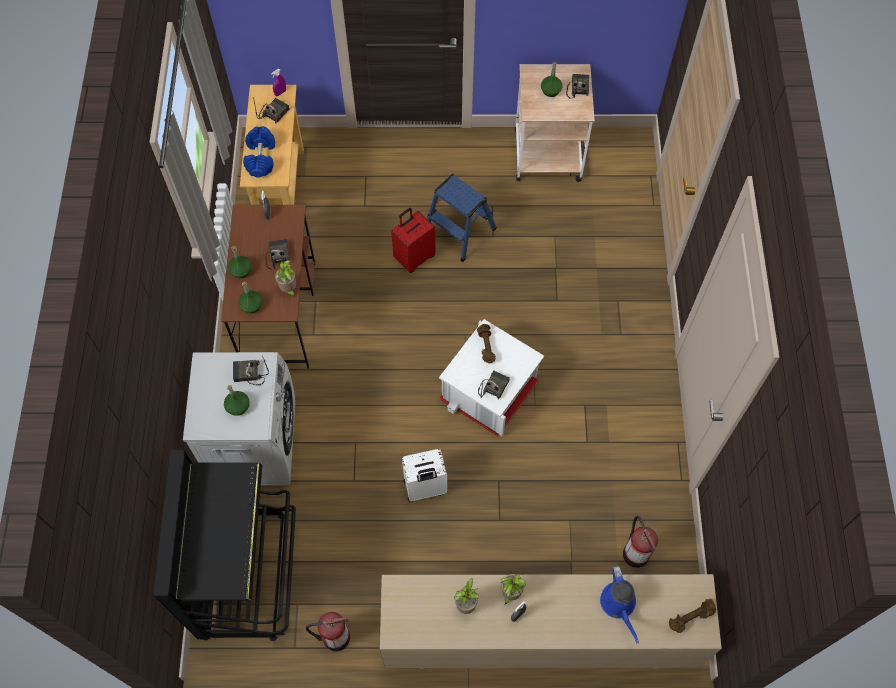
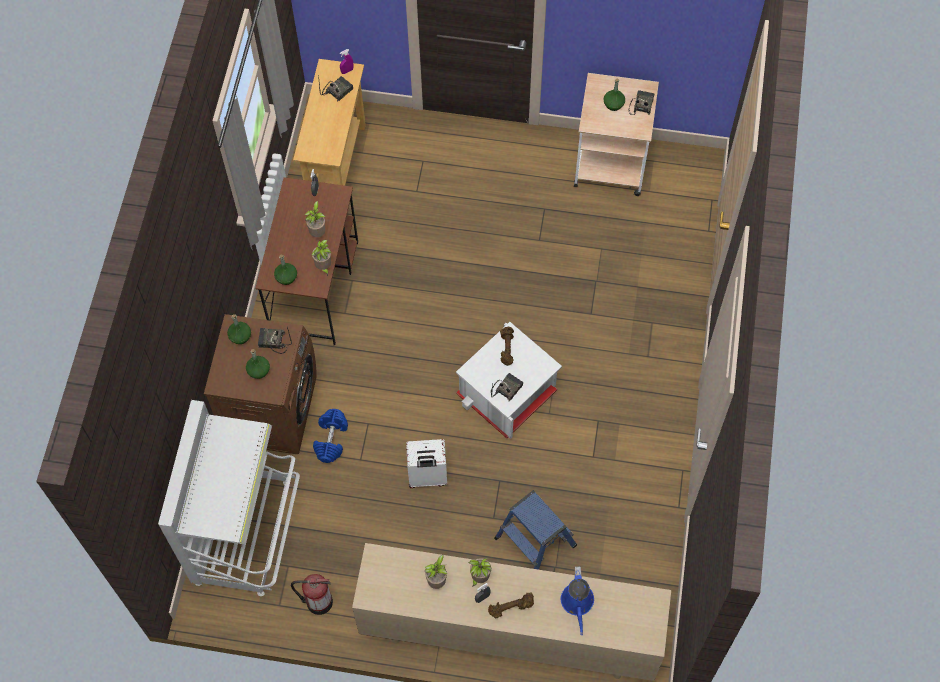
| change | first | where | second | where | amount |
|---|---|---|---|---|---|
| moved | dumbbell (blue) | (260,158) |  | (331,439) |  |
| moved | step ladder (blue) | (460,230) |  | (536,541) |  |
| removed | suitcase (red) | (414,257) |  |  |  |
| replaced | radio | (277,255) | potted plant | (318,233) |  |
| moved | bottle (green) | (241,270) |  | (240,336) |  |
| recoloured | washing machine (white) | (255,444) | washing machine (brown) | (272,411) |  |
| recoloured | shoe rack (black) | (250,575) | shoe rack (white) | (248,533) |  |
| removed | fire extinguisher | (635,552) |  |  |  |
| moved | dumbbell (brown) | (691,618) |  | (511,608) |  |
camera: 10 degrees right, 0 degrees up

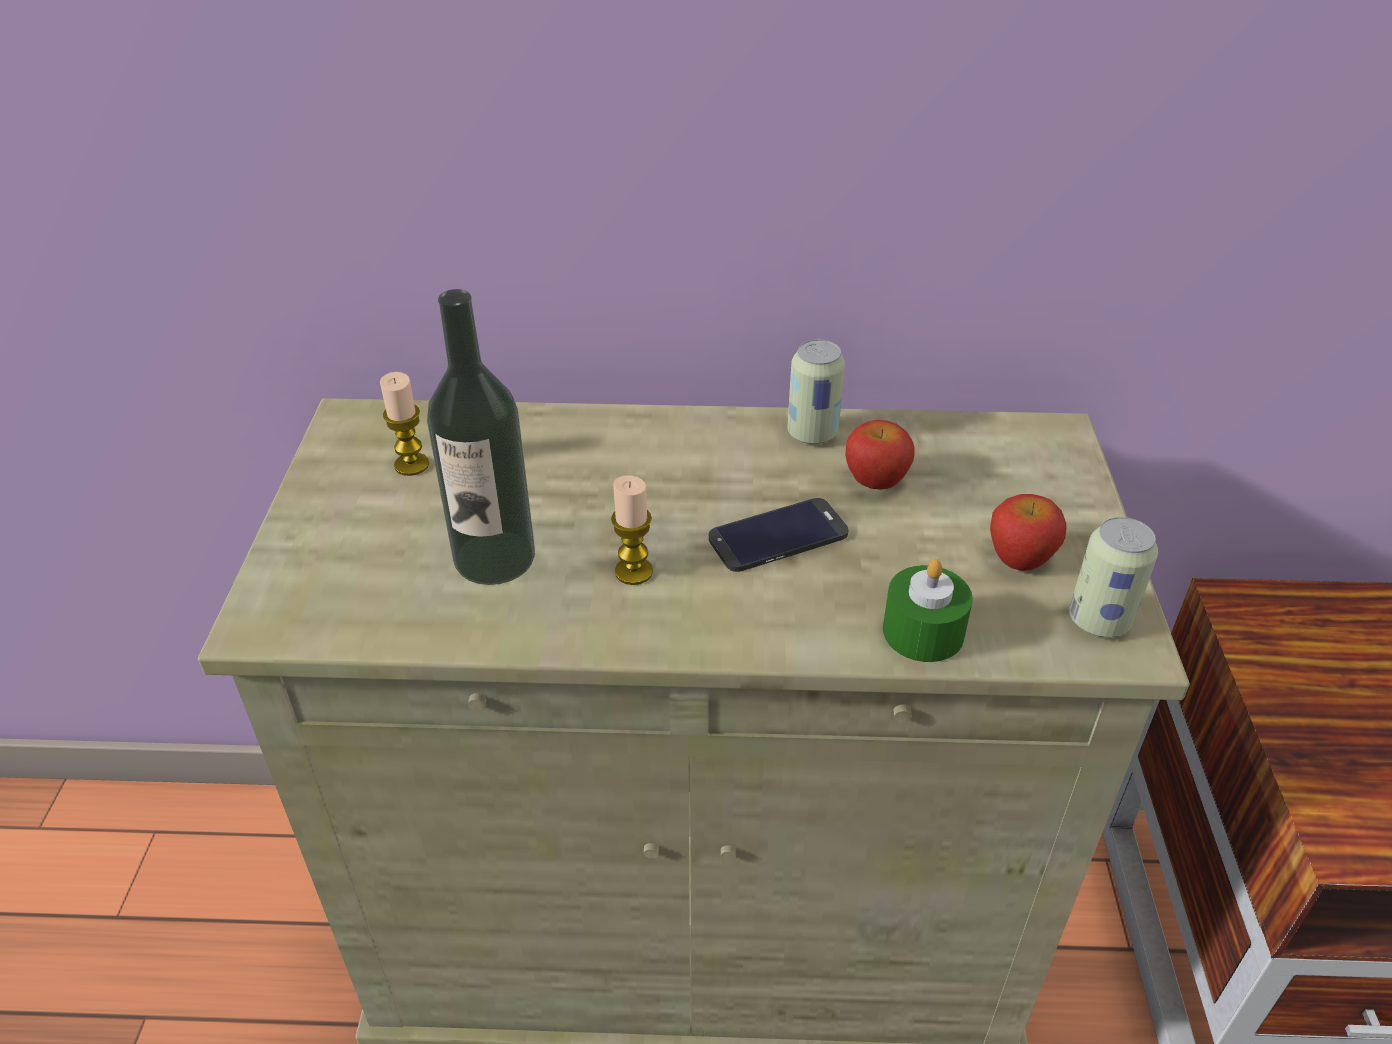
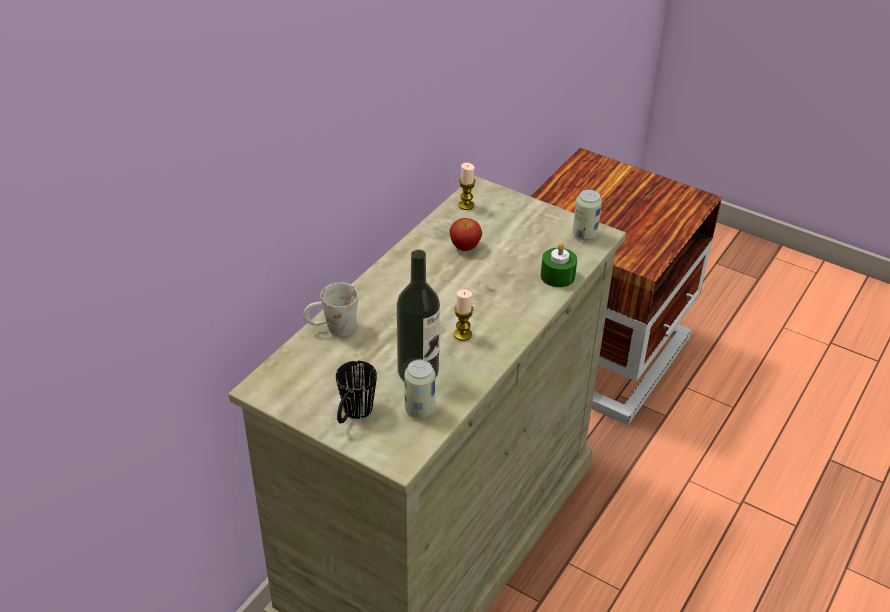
| change | first | where | second | where | amount |
|---|---|---|---|---|---|
| moved | can | (812,433) |  | (419,409) |  |
| moved | candle | (411,465) |  | (466,205) |  |
| removed | apple | (1020,558) |  |  |  |
| removed | phone | (778,536) |  |  |  |
| added |  |  | mug (white) | (332,329) |  |
| added |  |  | mug (black) | (353,415) |  |
camera: 60 degrees left, 0 degrees up

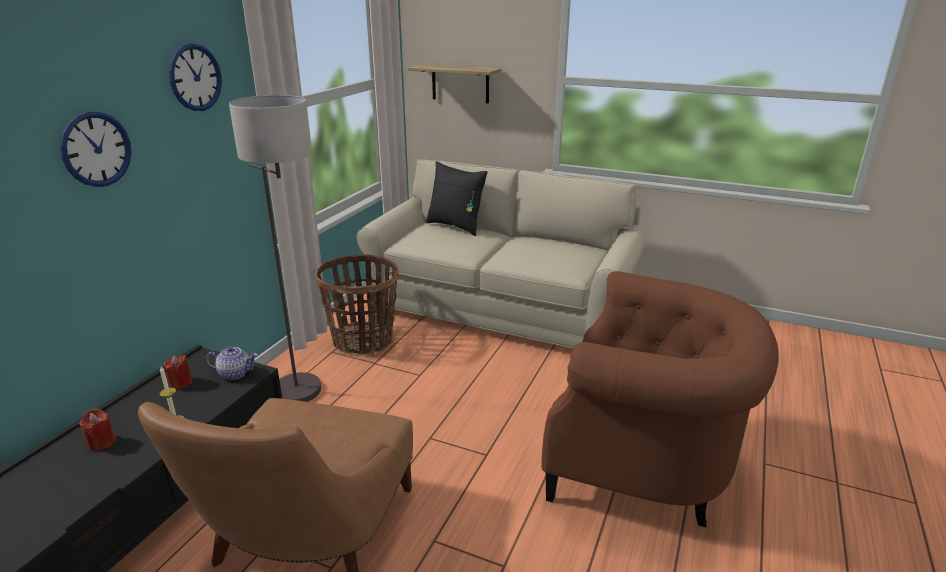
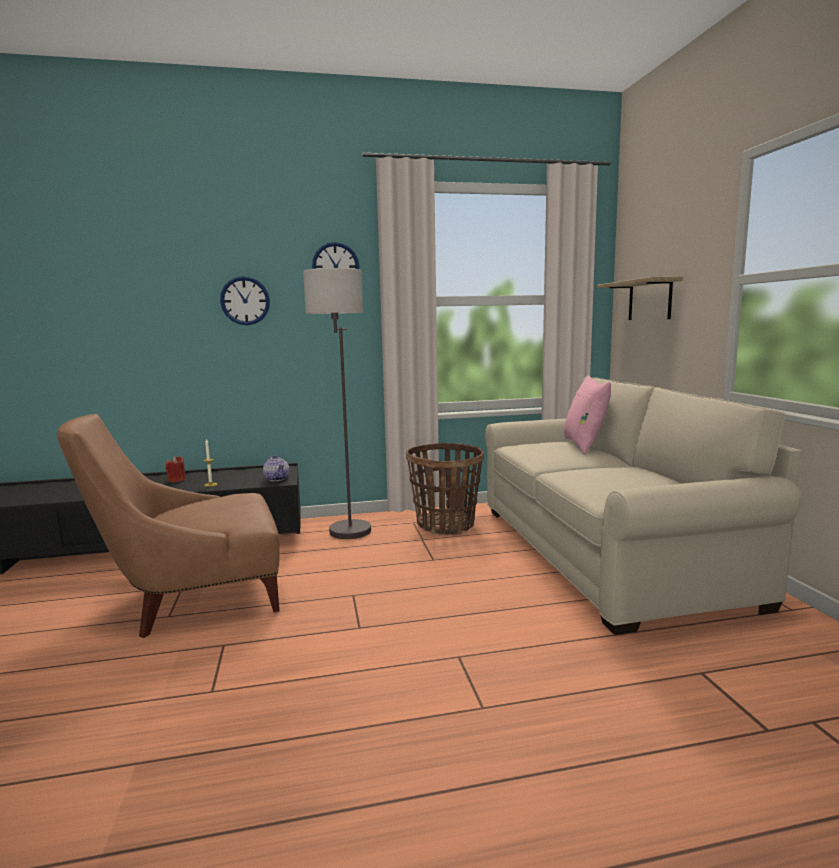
| change | first | where | second | where | amount |
|---|---|---|---|---|---|
| recoloured | pillow (black) | (455,226) | pillow (pink) | (584,446) |  |
| removed | armchair (brown) | (641,469) |  |  |  |
| removed | candle (red) | (180,383) |  |  |  |
camera: 55 degrees right, 15 degrees down

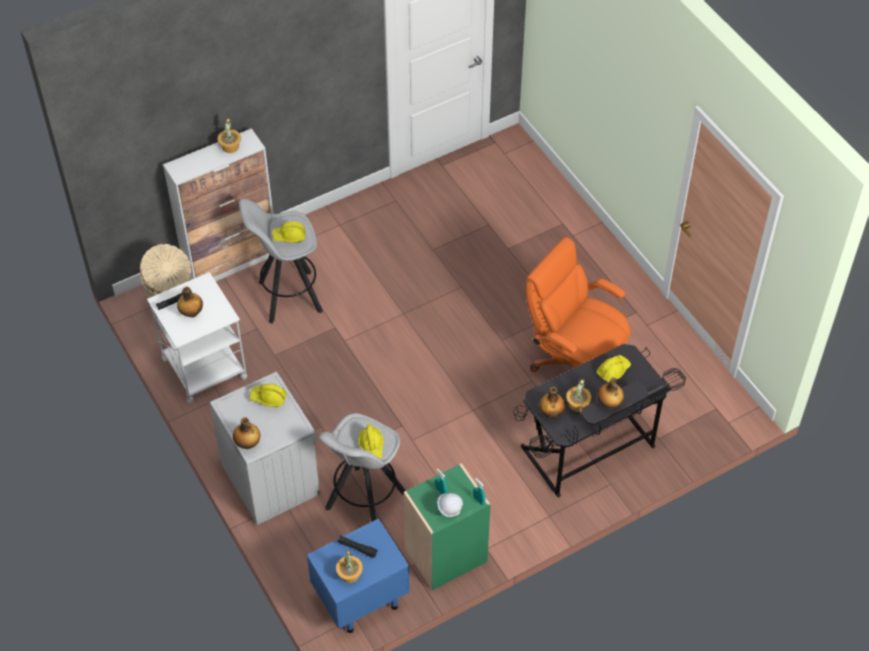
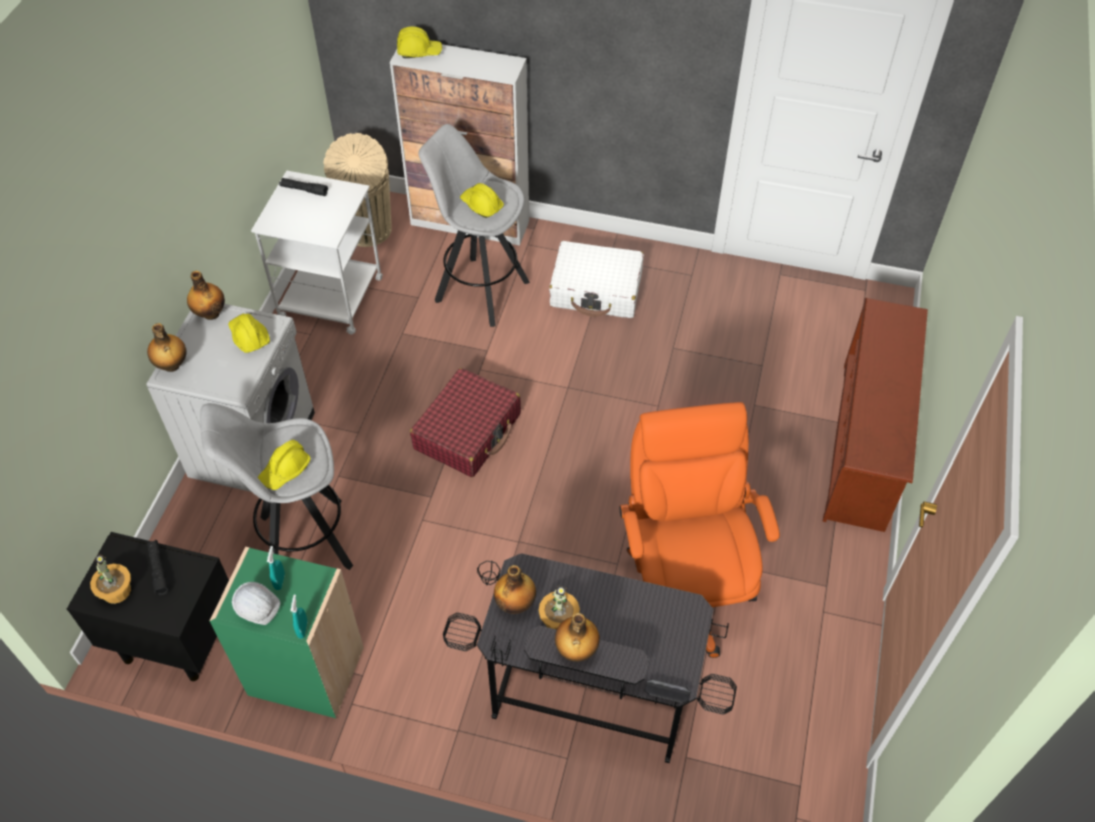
| change | first | where | second | where | amount |
|---|---|---|---|---|---|
| removed | potted plant | (230,146) |  |  |  |
| moved | bottle | (191,313) |  | (210,313) |  |
| moved | hard hat (yellow) | (613,370) |  | (419,52) |  |
| recoloured | nightstand (blue) | (360,600) | nightstand (black) | (174,638) |  |
| added |  |  | suitcase (white) | (596,290) |  |
| added |  |  | shoe rack (brown) | (865,445) |  |
| added |  |  | suitcase (red) | (468,431) |  |
camera: 45 degrees right, 0 degrees up

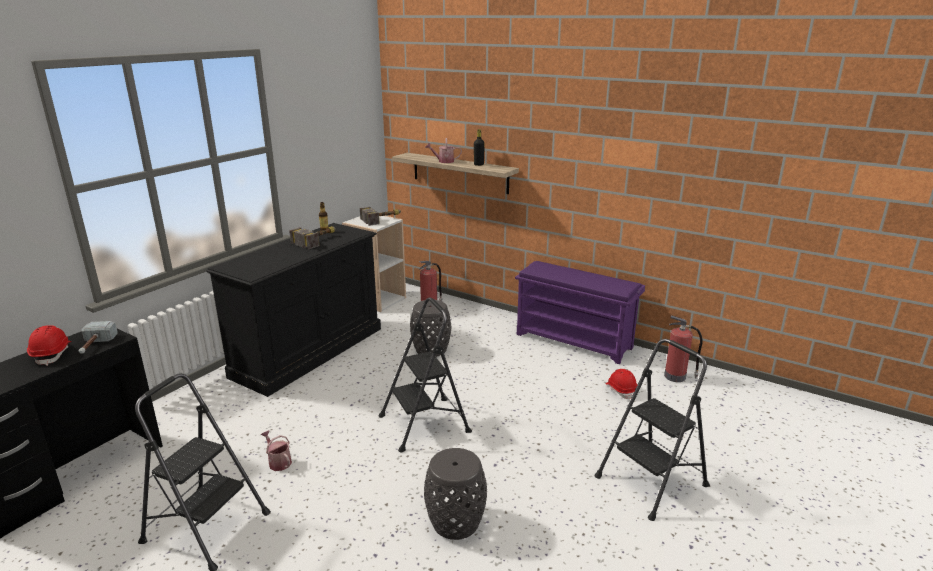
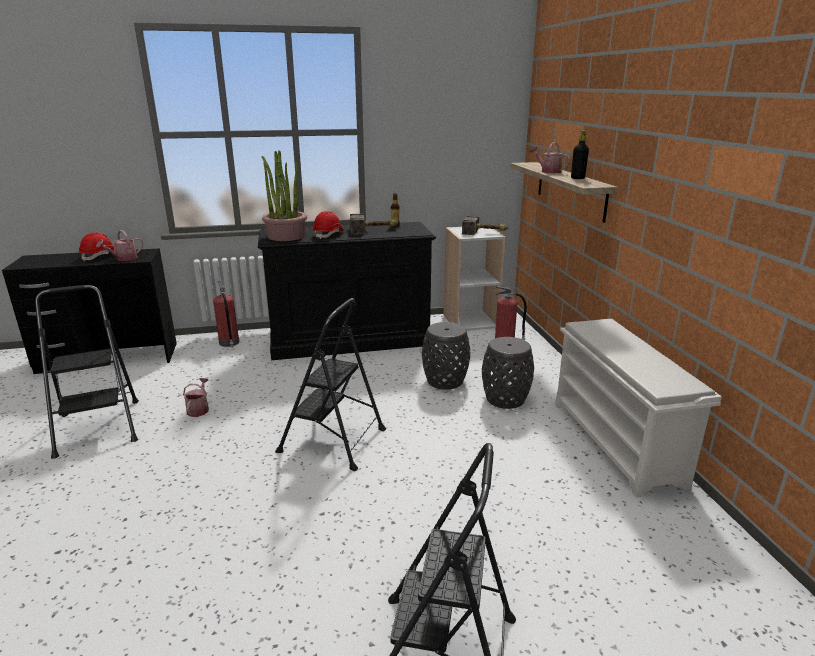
| change | first | where | second | where | amount |
|---|---|---|---|---|---|
| recoloured | shoe rack (purple) | (575,341) | shoe rack (white) | (617,443) |  |
| moved | fire extinguisher | (676,376) |  | (229,343) |  |
| replaced | hammer | (94,346) | watering can | (123,259) |  |
| moved | hard hat (red) | (621,390) |  | (328,234) |  |
| moved | stool (grey) | (455,522) |  | (505,399) |  |
| added |  |  | potted plant | (286,236) |  |
camera: 45 degrees right, 0 degrees up

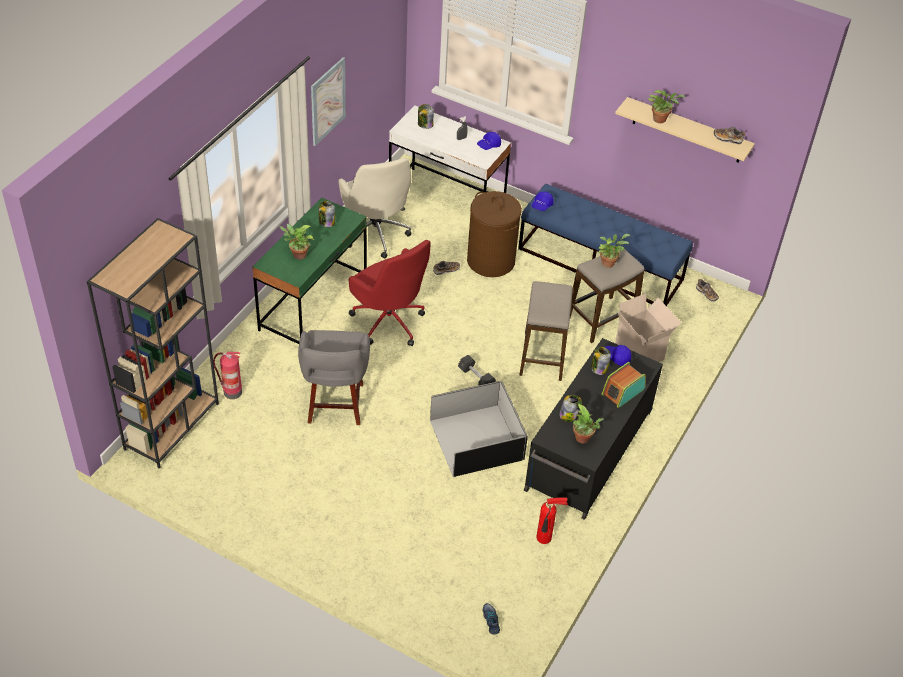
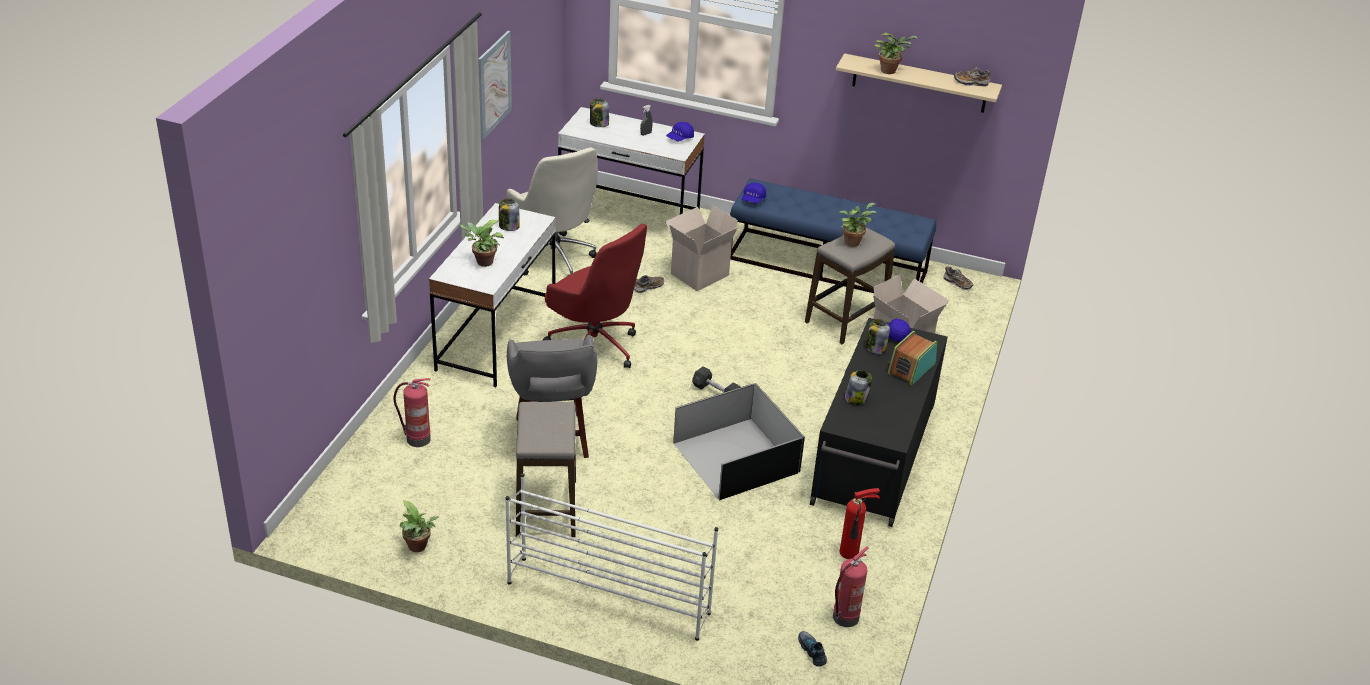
| change | first | where | second | where | amount |
|---|---|---|---|---|---|
| replaced | laundry basket (brown) | (491,261) | cardboard box | (699,273) |  |
| recoloured | desk (green) | (313,305) | desk (white) | (497,337) |  |
| removed | bookcase | (172,426) |  |  |  |
| moved | stool | (542,356) |  | (546,508) |  |
| moved | potted plant | (583,439) |  | (418,547) |  |
| added |  |  | shoe rack (white) | (607,597) |  |
| added |  |  | fire extinguisher | (845,618) |  |
camera: 10 degrees left, 10 degrees down

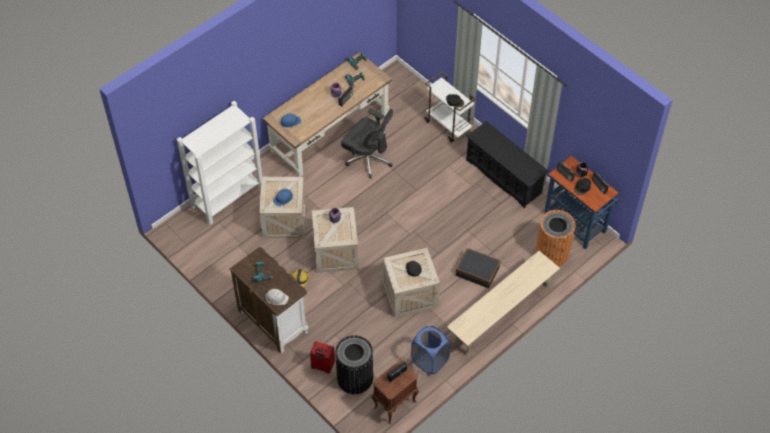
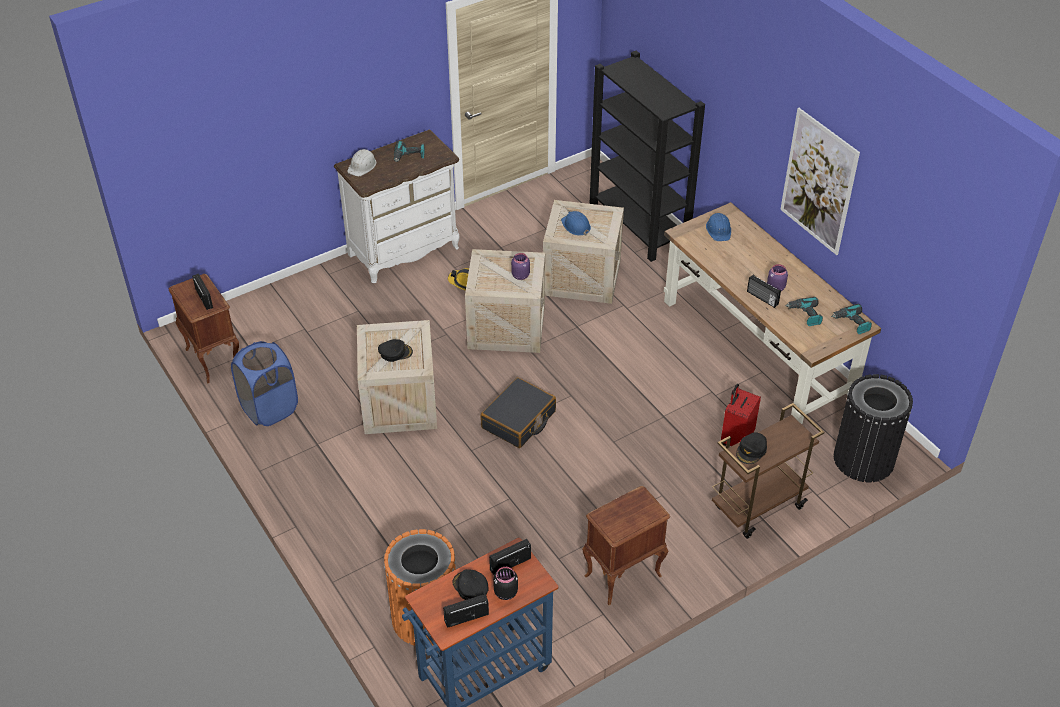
| change | first | where | second | where | amount |
|---|---|---|---|---|---|
| recoloured | cart (white) | (448,127) | cart (brown) | (756,509) |  |
| recoloured | bookcase (white) | (227,196) | bookcase (black) | (639,224) |  |
| removed | office chair | (367,160) |  |  |  |
| replaced | shoe rack (black) | (504,176) | nightstand (brown) | (622,576) |  |
| moved | suitcase (black) | (477,271) |  | (519,420) |  |
| removed | bench (beige) | (501,314) |  |  |  |
| moved | trash can (black) | (355,378) |  | (864,459) |  |
| moved | suitcase (red) | (322,366) |  | (736,439) |  |
| added |  |  | picture | (818,182) |  |
camera: 100 degrees right, 10 degrees down

